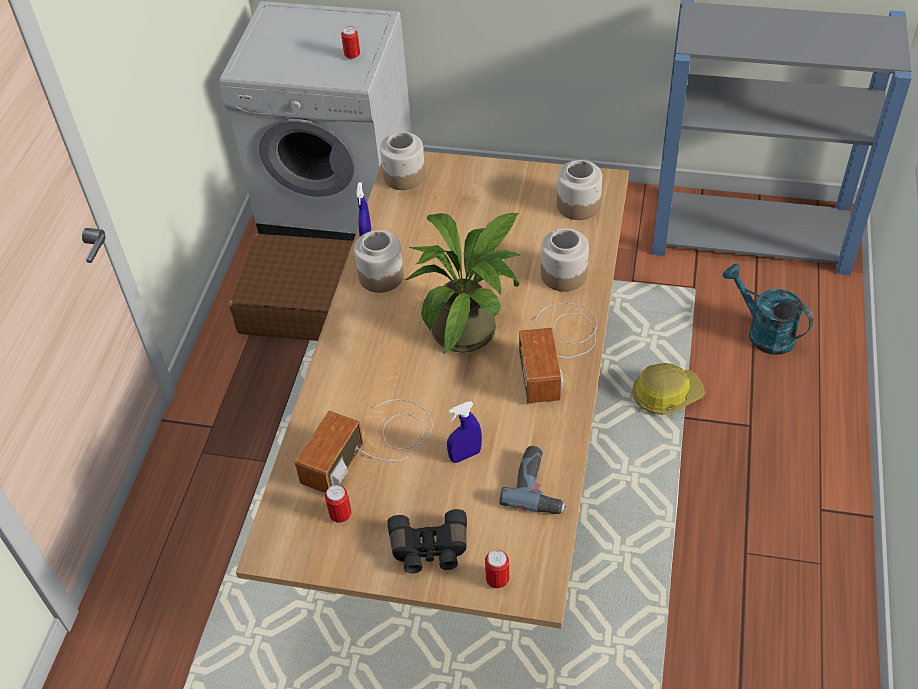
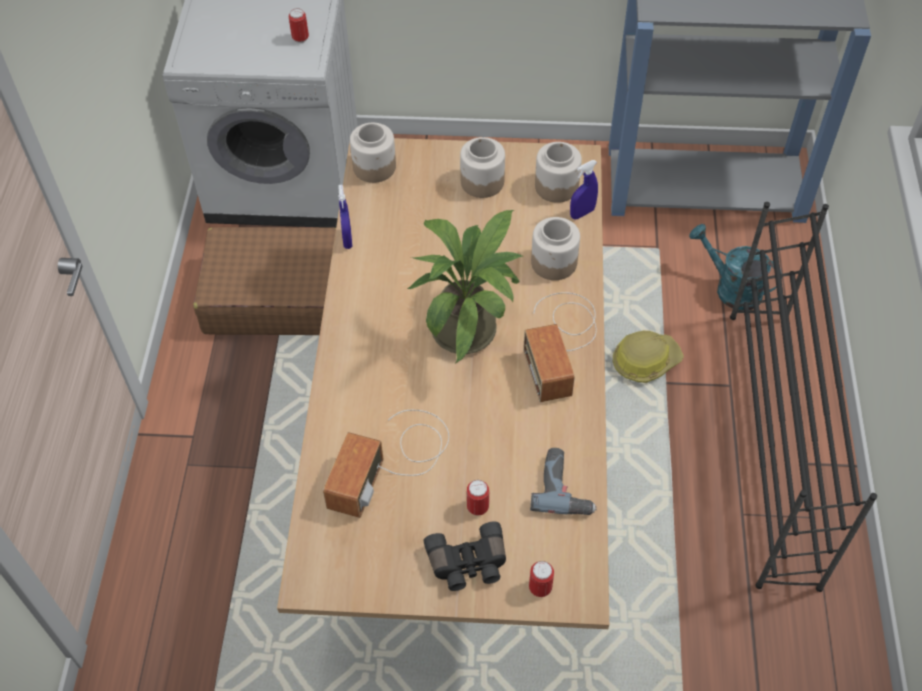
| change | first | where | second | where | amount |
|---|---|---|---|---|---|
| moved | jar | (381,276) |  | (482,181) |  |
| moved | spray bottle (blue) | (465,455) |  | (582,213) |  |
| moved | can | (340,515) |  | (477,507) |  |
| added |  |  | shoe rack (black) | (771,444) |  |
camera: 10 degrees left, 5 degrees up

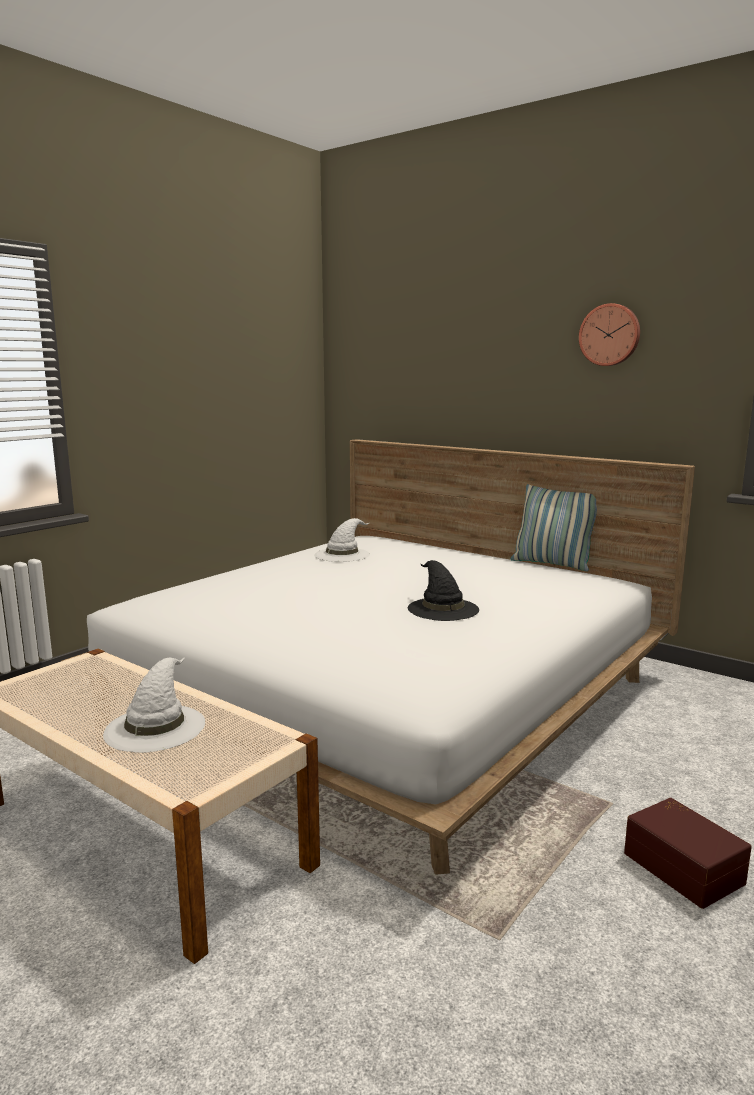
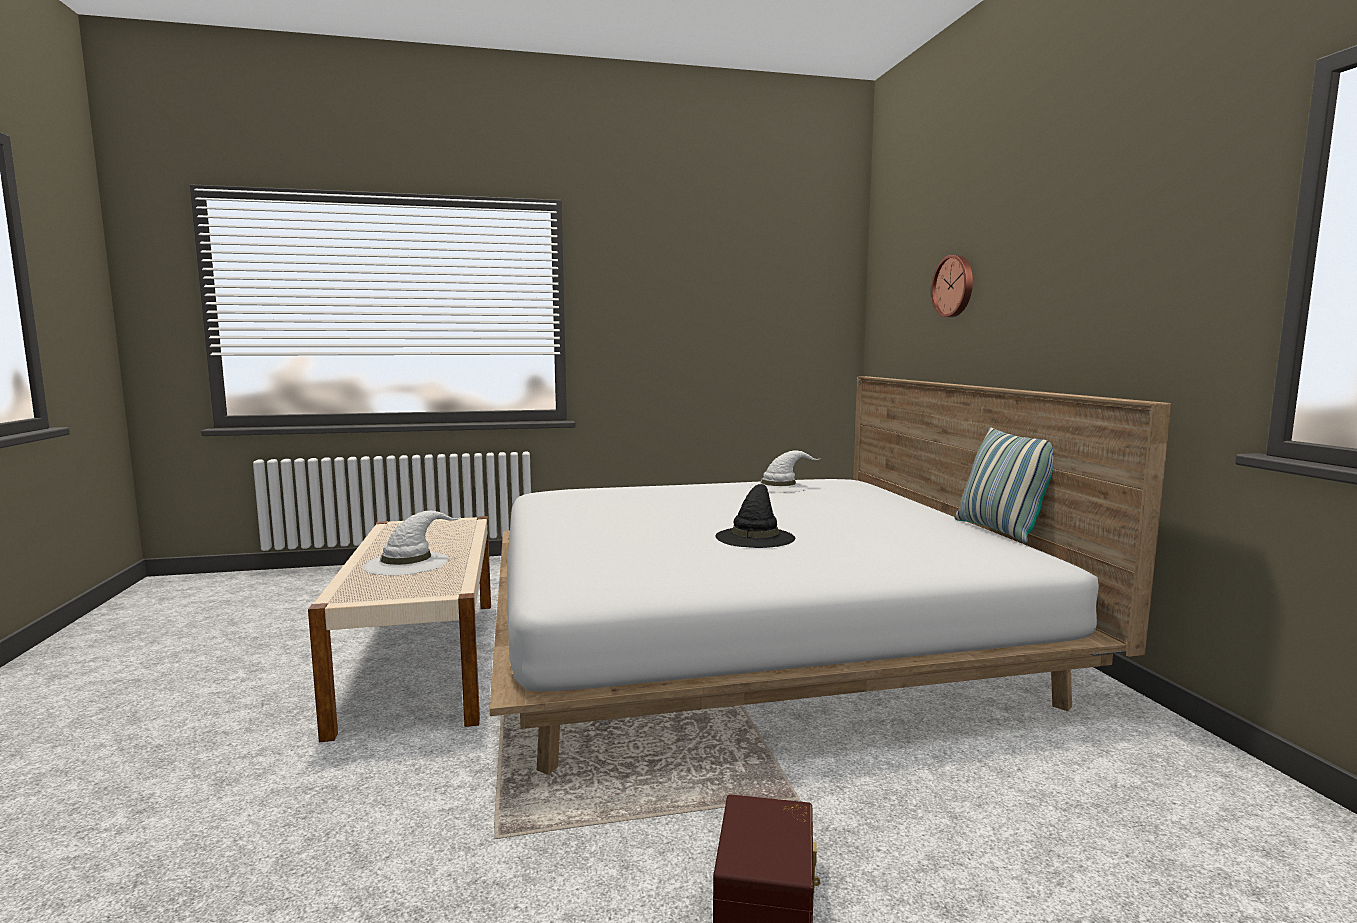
| change | first | where | second | where | amount |
|---|---|---|---|---|---|
| moved | wall clock | (610,335) |  | (954,286) |  |
camera: 40 degrees right, 5 degrees down

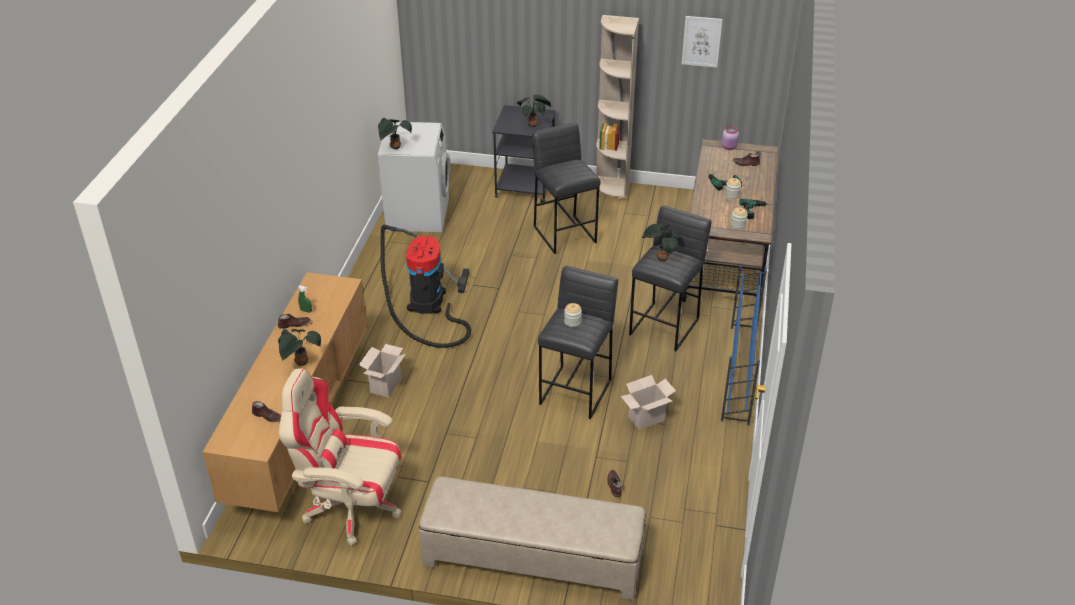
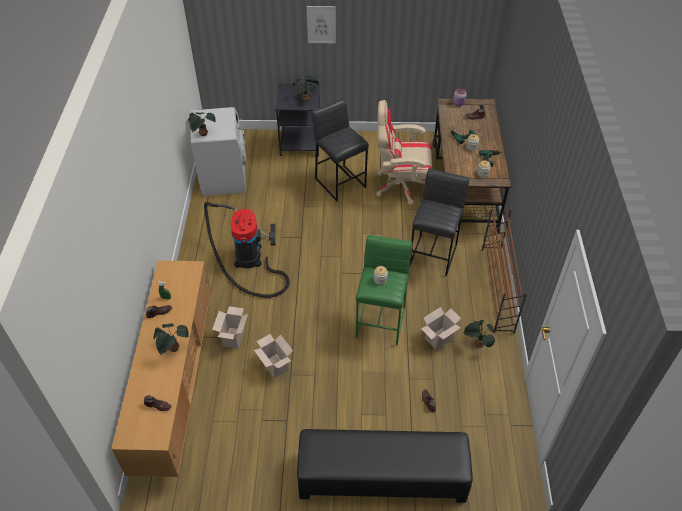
| change | first | where | second | where | amount |
|---|---|---|---|---|---|
| removed | bookcase (beige) | (611,190) |  |  |  |
| moved | picture | (701,41) |  | (321,24) |  |
| moved | potted plant | (660,258) |  | (478,344) |  |
| recoloured | shoe rack (blue) | (739,374) | shoe rack (brown) | (497,289) |  |
| recoloured | stool (grey) | (576,391) | stool (green) | (381,322) |  |
| moved | office chair (beige) | (352,507) |  | (401,185) |  |
| recoloured | bench (beige) | (531,557) | bench (black) | (381,476) |  |
| added |  |  | cardboard box | (274,366) |  |
camera: 10 degrees left, 10 degrees up

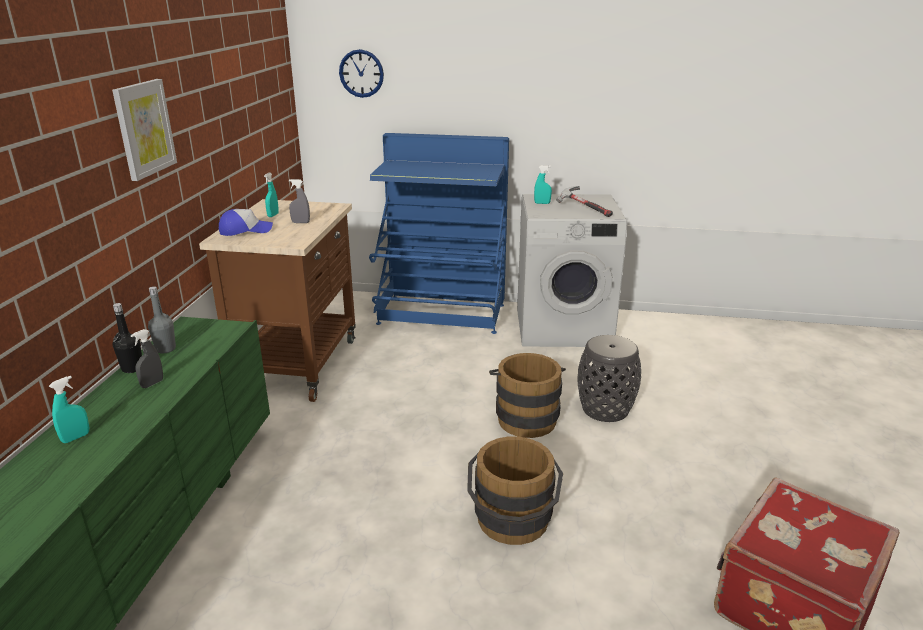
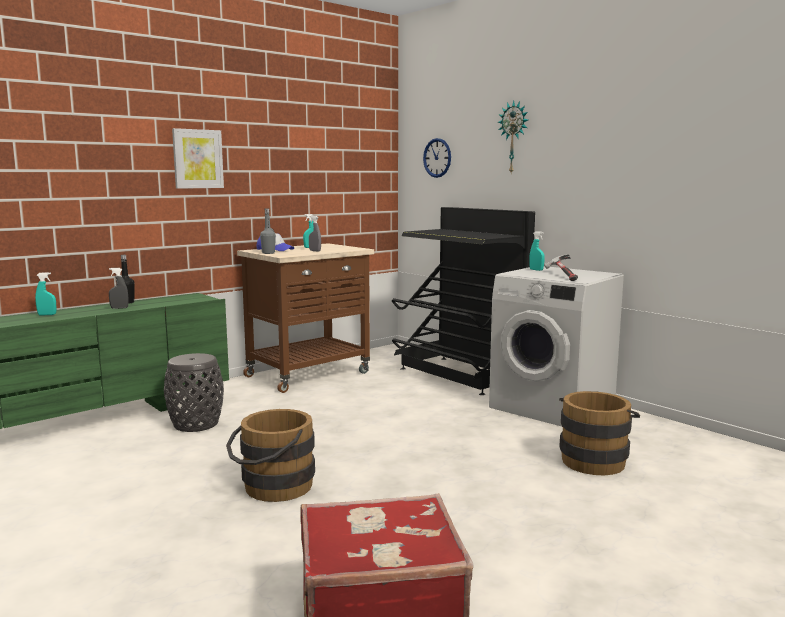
| change | first | where | second | where | amount |
|---|---|---|---|---|---|
| recoloured | shoe rack (blue) | (440,316) | shoe rack (black) | (457,376) |  |
| moved | bottle (grey) | (165,349) |  | (268,253) |  |
| moved | stool (grey) | (605,409) |  | (196,424) |  |
| moved | bucket (brown) | (525,417) |  | (594,459) |  |
| added |  |  | wall clock | (514,137) |  |
camera: 40 degrees right, 15 degrees down

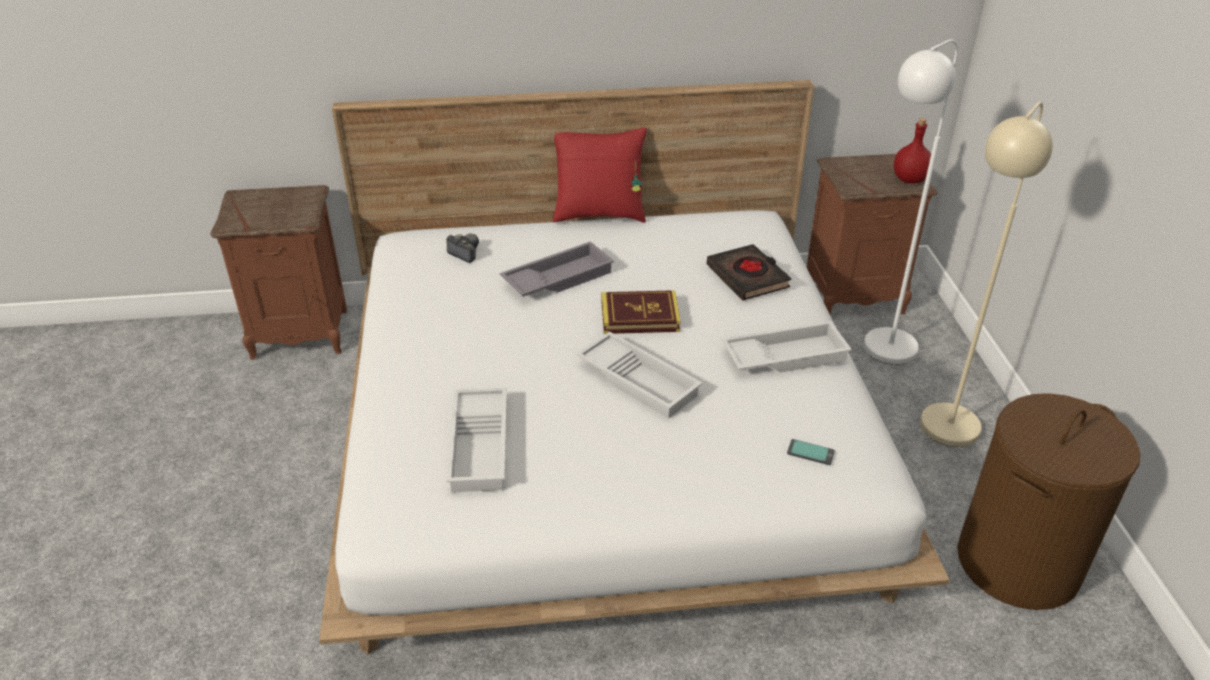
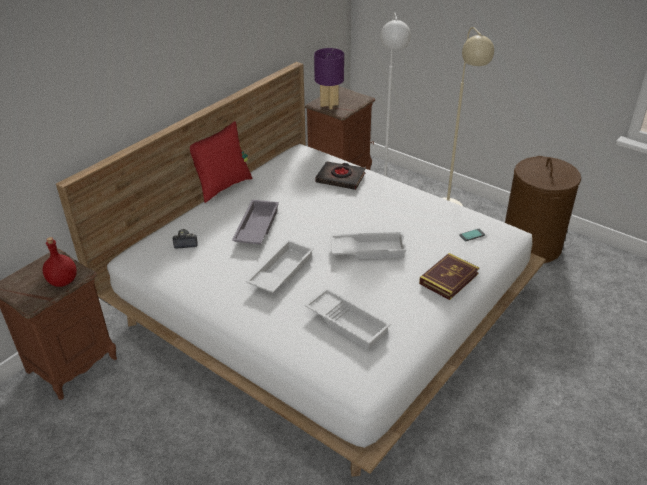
| change | first | where | second | where | amount |
|---|---|---|---|---|---|
| moved | bottle (red) | (909,180) |  | (63,282) |  |
| moved | book | (639,316) |  | (448,279) |  |
| moved | tray (white) | (785,355) |  | (280,271) |  |
| added |  |  | table lamp (purple) | (329,105) |  |
camera: 45 degrees left, 0 degrees up

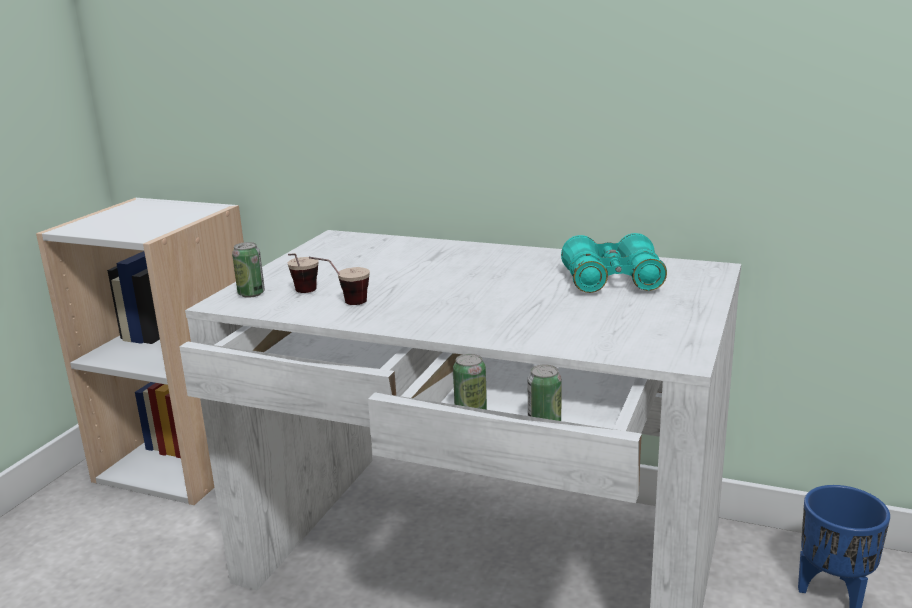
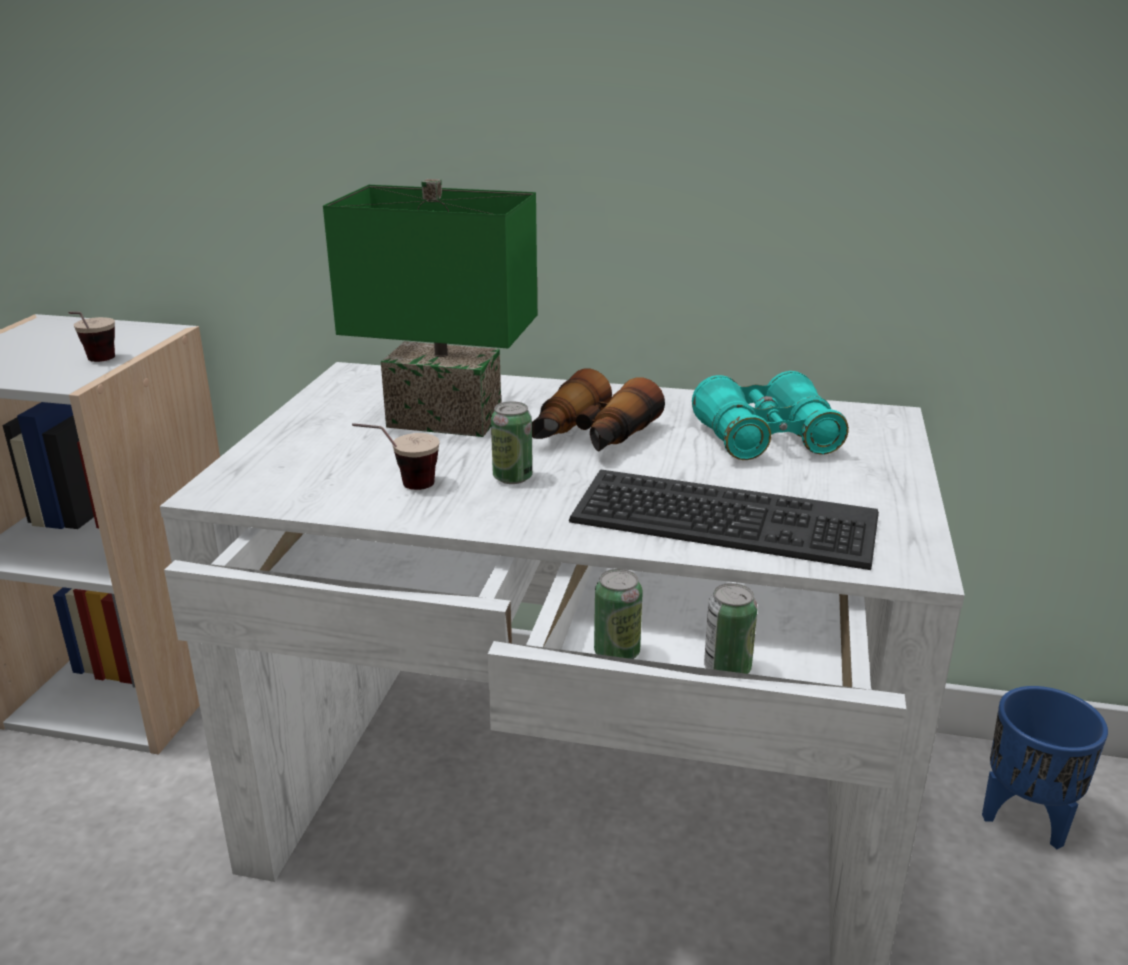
| change | first | where | second | where | amount |
|---|---|---|---|---|---|
| moved | can | (251,294) |  | (512,477) |  |
| moved | cup | (302,294) |  | (96,364) |  |
| added |  |  | table lamp (green) | (448,418) |  |
| added |  |  | binoculars | (591,437) |  |
| added |  |  | keyboard | (723,521) |  |
camera: 10 degrees left, 5 degrees up

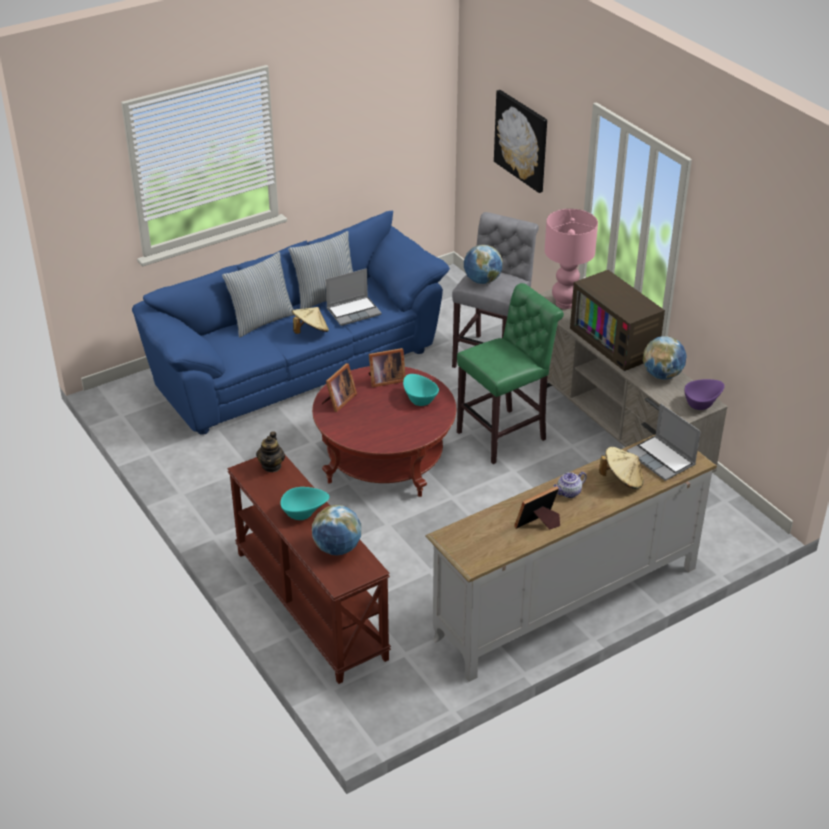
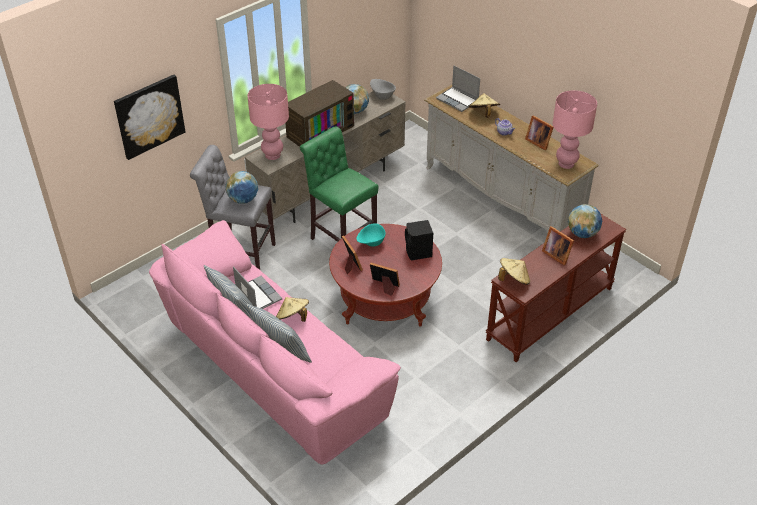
| change | first | where | second | where | amount |
|---|---|---|---|---|---|
| recoloured | sofa (blue) | (297,369) | sofa (pink) | (274,372) |  |
| recoloured | bowl (purple) | (701,403) | bowl (grey) | (382,95) |  |
| turned | laptop | (662,459) |  | (458,100) | 90 degrees clockwise |
| replaced | teapot | (271,466) | hat (beige) | (513,279) |  |
| replaced | bowl (turquoise) | (304,513) | picture frame | (556,254) |  |
| added |  |  | table lamp (pink) | (566,164) |  |
| added |  |  | speaker (black) | (418,253) |  |
camera: 100 degrees left, 5 degrees up

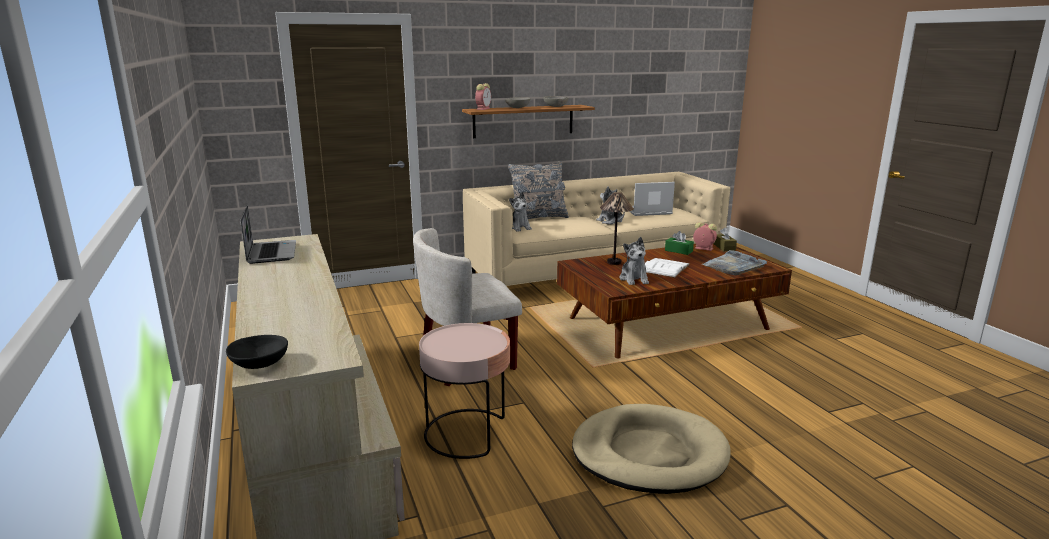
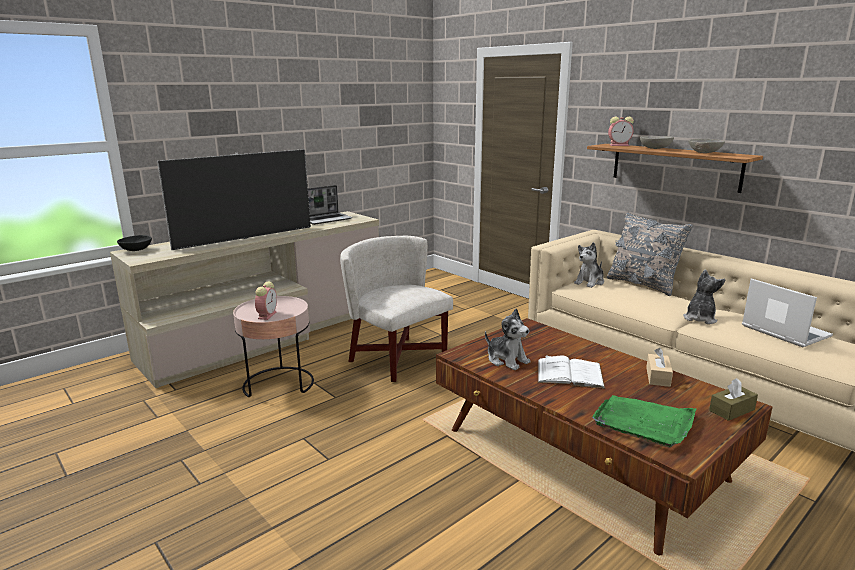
| change | first | where | second | where | amount |
|---|---|---|---|---|---|
| removed | table lamp | (614,262) |  |  |  |
| moved | alarm clock | (703,248) |  | (267,315) |  |
| recoloured | tissue box (green) | (678,251) | tissue box (beige) | (658,377) |  |
| turned | plush toy | (634,279) |  | (507,360) | 105 degrees counterclockwise |
| recoloured | tray (grey) | (734,266) | tray (green) | (644,422) |  |
| removed | dog bed (beige) | (649,454) |  |  |  |
| added |  |  | television | (245,238) |  |
camera: 70 degrees right, 0 degrees up

